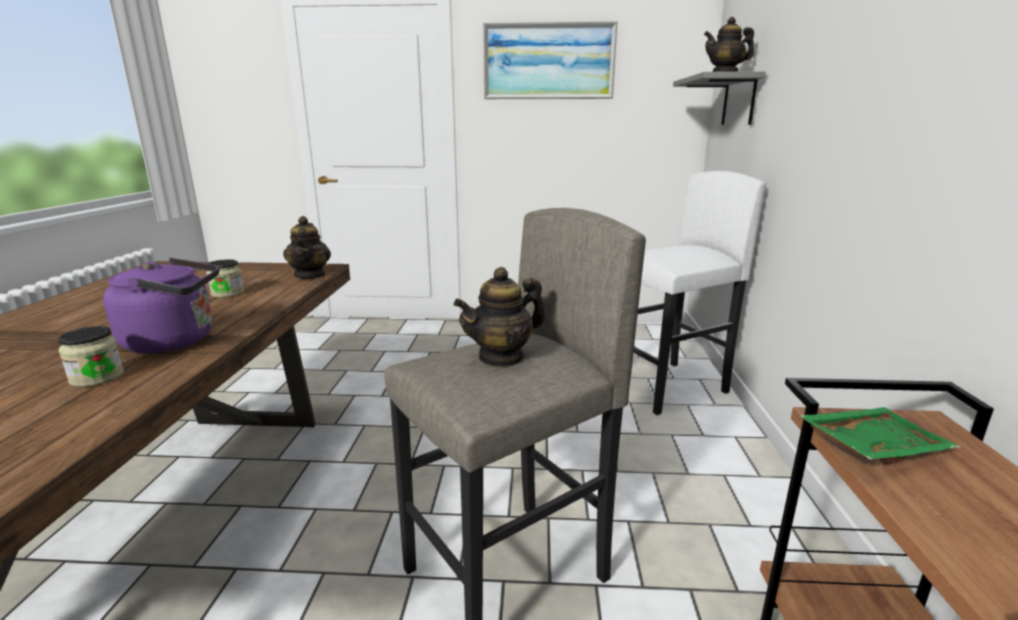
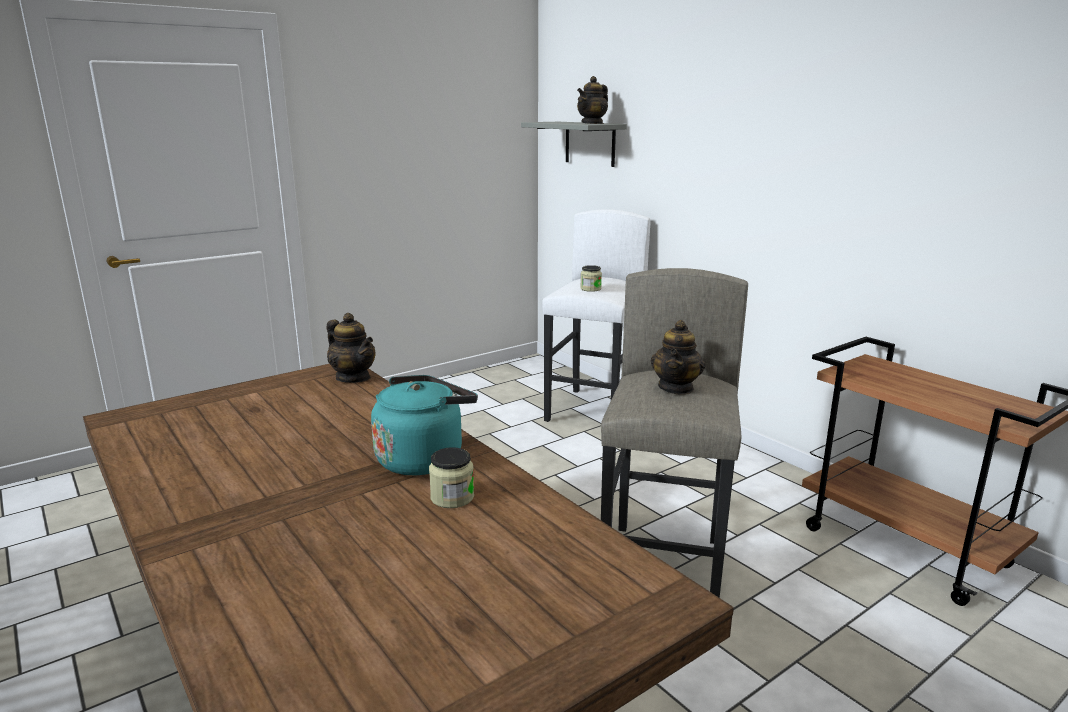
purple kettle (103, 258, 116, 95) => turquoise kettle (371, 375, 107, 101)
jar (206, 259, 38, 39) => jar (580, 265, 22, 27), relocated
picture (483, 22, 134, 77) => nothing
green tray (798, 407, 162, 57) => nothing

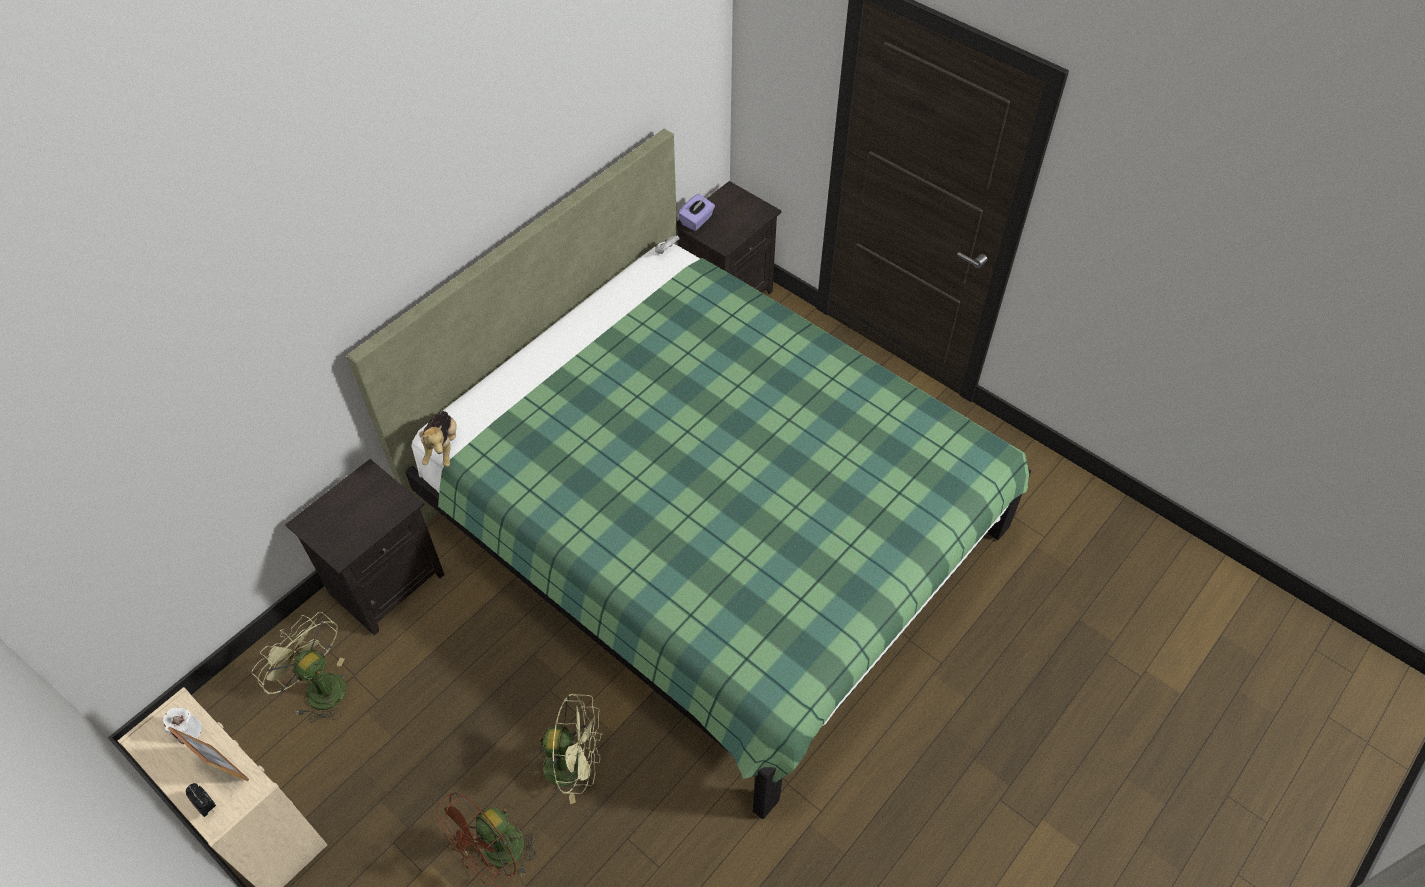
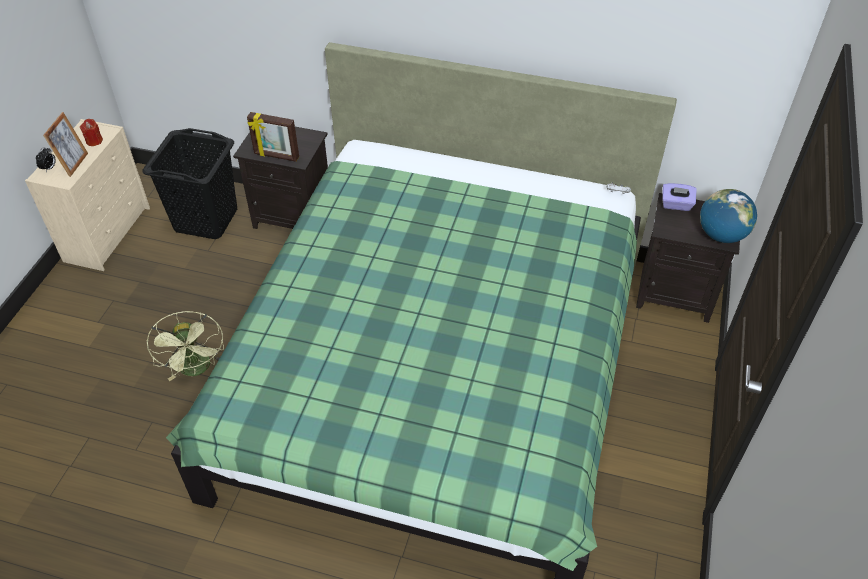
white candle (163, 708, 39, 36) => red candle (80, 119, 23, 27)
green fan (252, 612, 94, 111) => black laundry basket (142, 128, 95, 111)
plush toy (419, 411, 38, 56) => nothing
brown fan (436, 792, 102, 95) => nothing
nothing => picture frame (247, 112, 52, 50)
nothing => globe (700, 189, 57, 54)

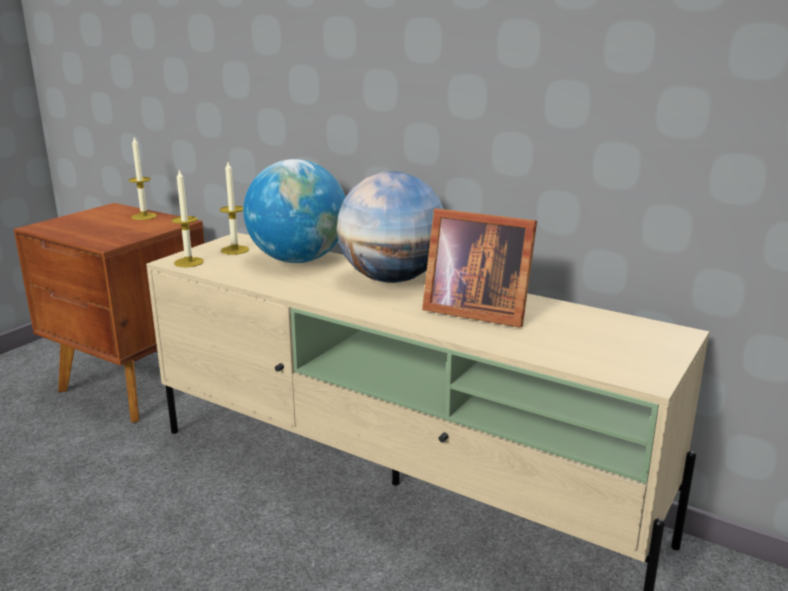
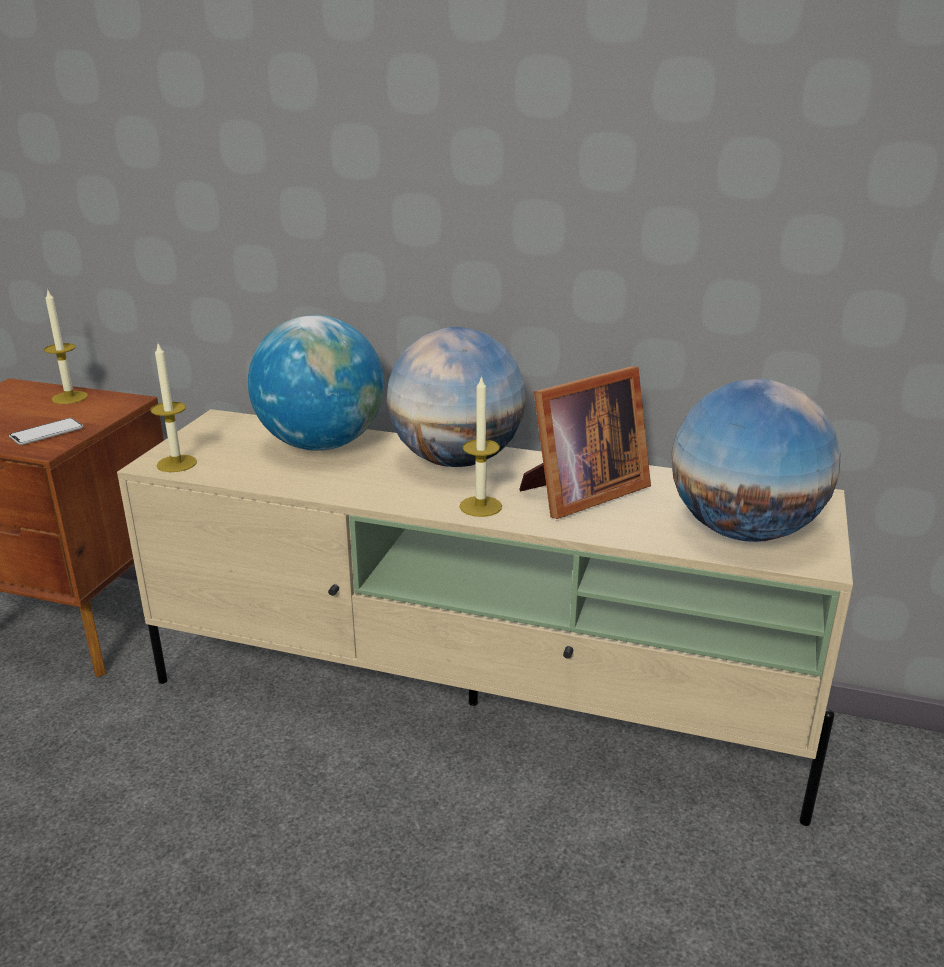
candle (219, 162, 30, 93) => candle (460, 375, 42, 142), relocated
picture frame (422, 208, 115, 120) => picture frame (519, 366, 132, 153), 45 degrees counterclockwise
nothing => phone (9, 418, 74, 27)
nothing => globe (672, 379, 169, 163)

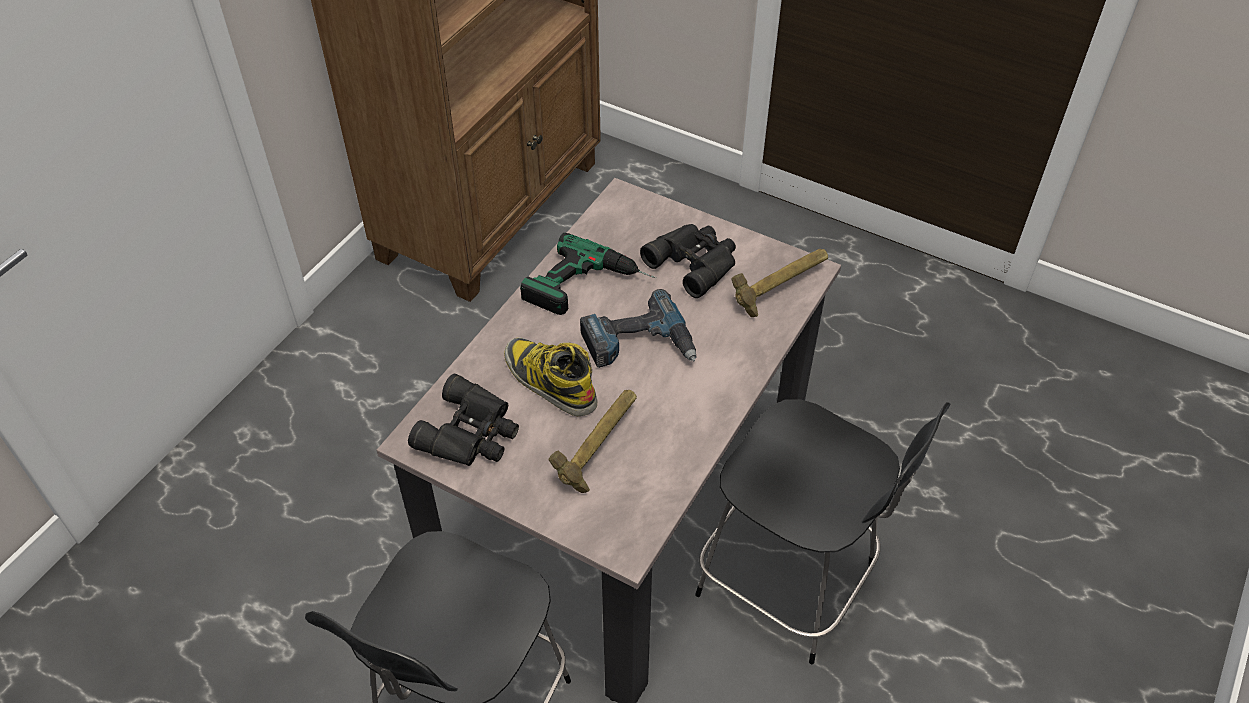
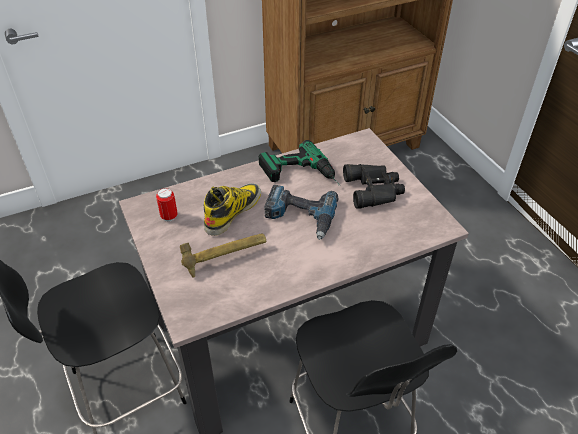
black binoculars (408, 374, 111, 92) => can (156, 188, 22, 33)
boot (504, 337, 94, 79) => boot (204, 183, 57, 53), 45 degrees clockwise
hammer (731, 249, 97, 68) => nothing

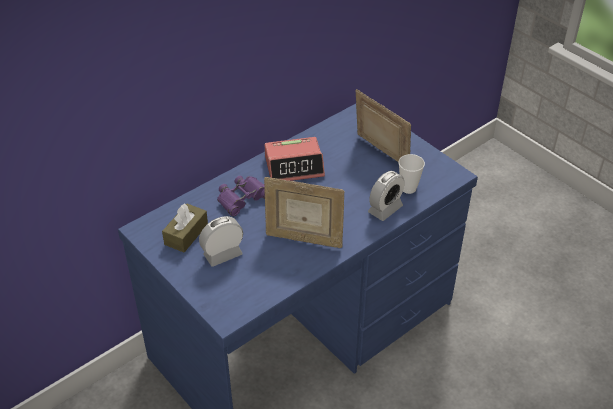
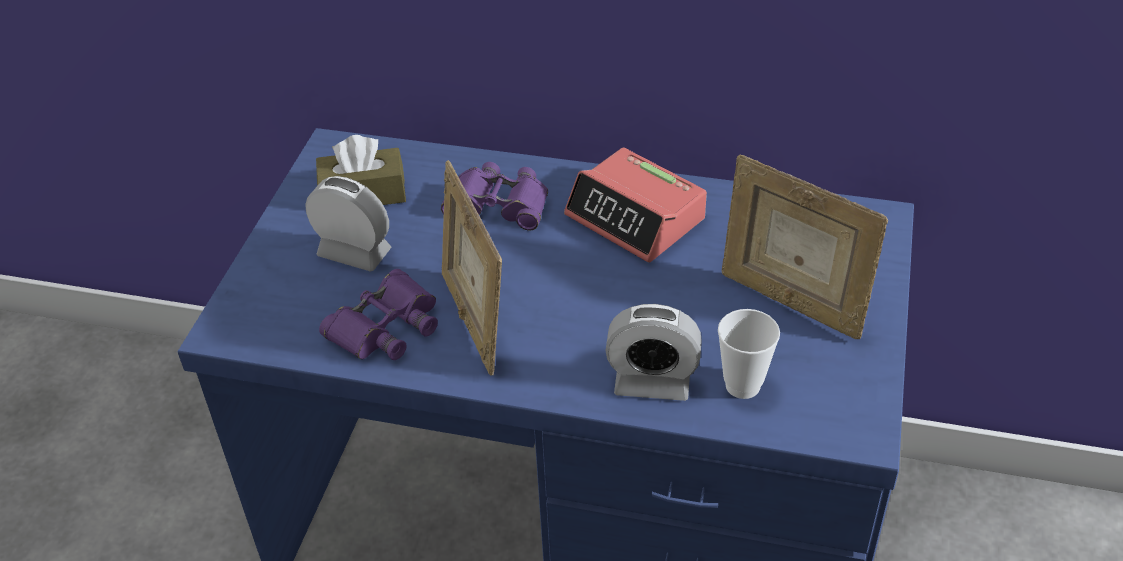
picture frame (355, 89, 56, 73) => picture frame (722, 154, 166, 185), 120 degrees clockwise
nothing => purple binoculars (319, 269, 119, 91)

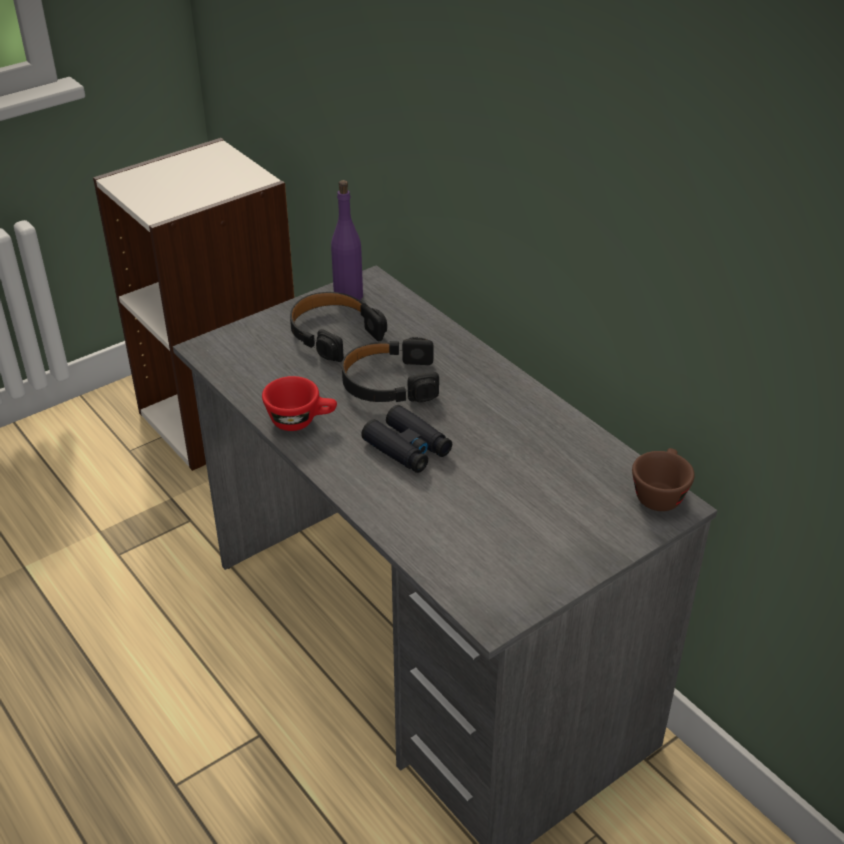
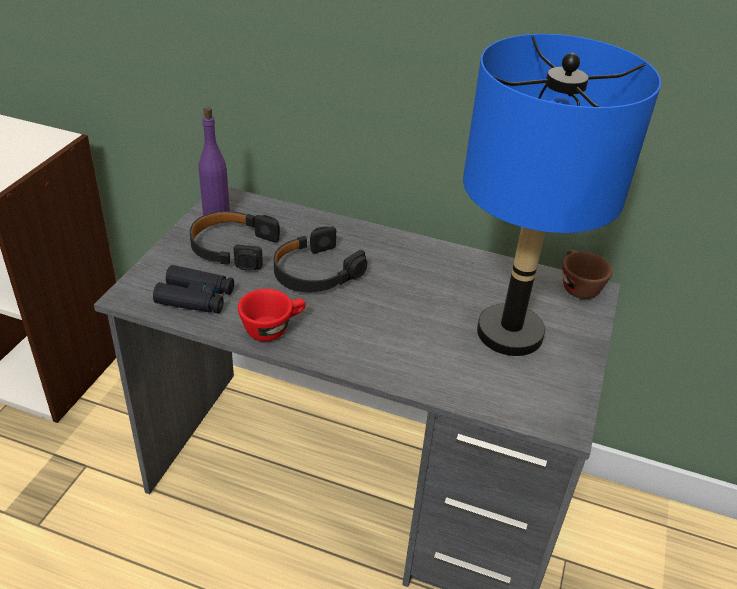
black binoculars (361, 405, 91, 68) => black binoculars (153, 265, 81, 48), relocated
nothing => blue table lamp (463, 34, 198, 322)

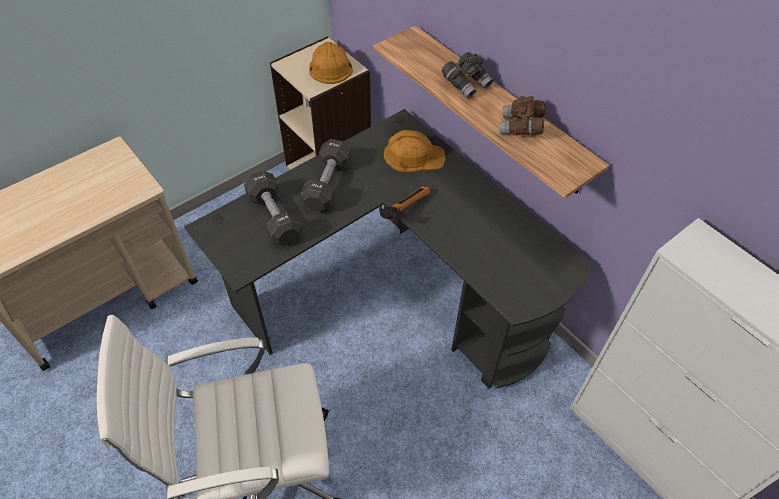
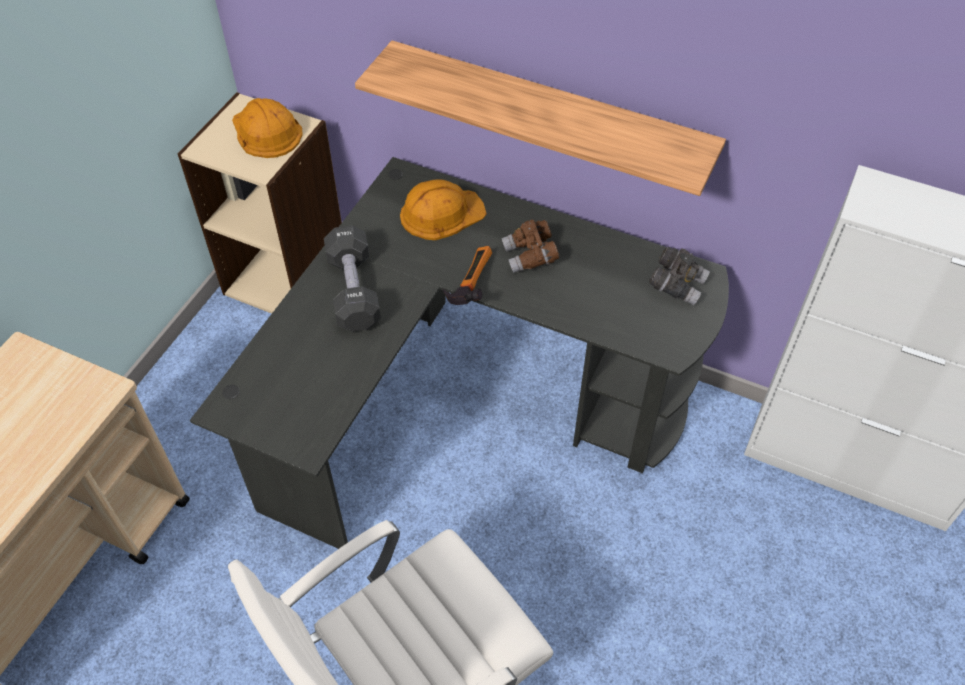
black dumbbell (244, 171, 59, 75) => nothing
grey binoculars (441, 52, 52, 46) => grey binoculars (649, 247, 61, 58), relocated
brown binoculars (499, 96, 47, 40) => brown binoculars (501, 220, 58, 53), relocated

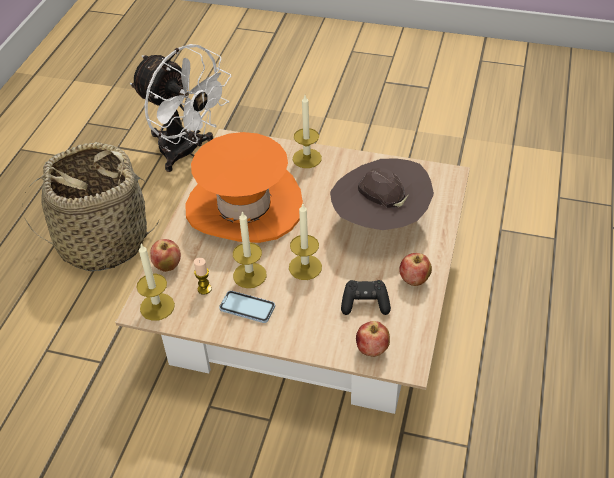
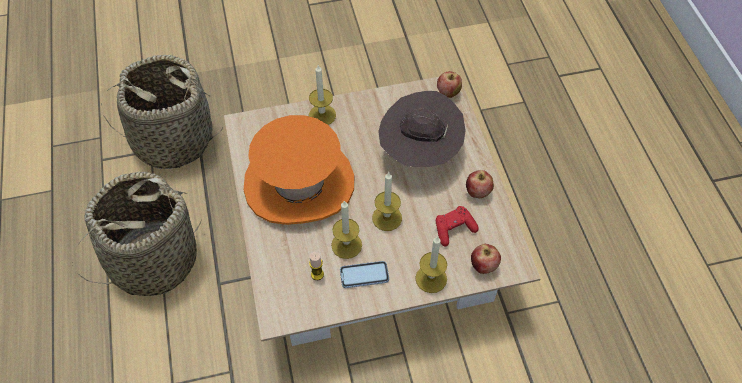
white fan (130, 44, 101, 128) => basket (103, 55, 120, 114)
candle (136, 244, 39, 77) => candle (415, 236, 32, 57), relocated
apple (150, 239, 31, 33) => apple (437, 71, 25, 27), relocated
black game controller (341, 280, 50, 35) => red game controller (436, 206, 43, 41)

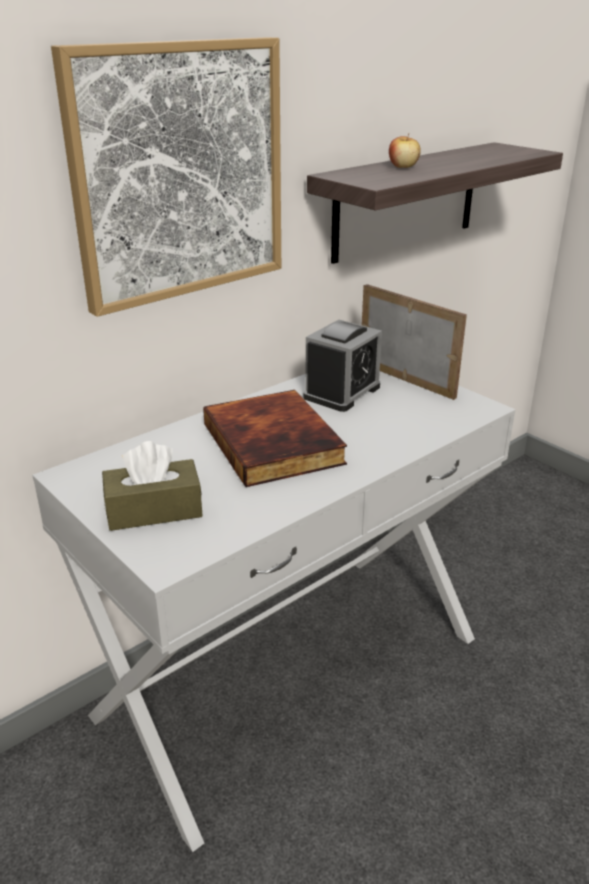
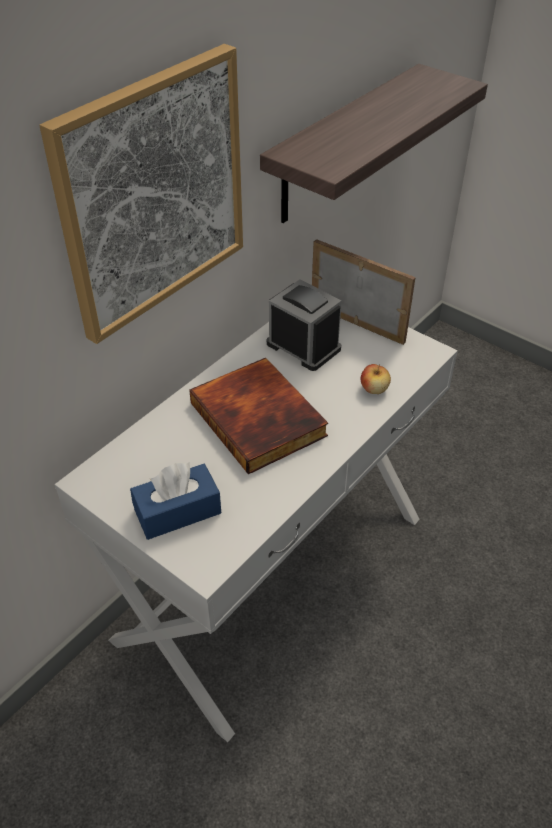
brown tissue box (102, 441, 101, 90) => blue tissue box (130, 462, 91, 78)
alarm clock (304, 320, 78, 92) => alarm clock (267, 280, 75, 91), 75 degrees counterclockwise
apple (389, 133, 32, 35) => apple (361, 364, 30, 30), relocated

